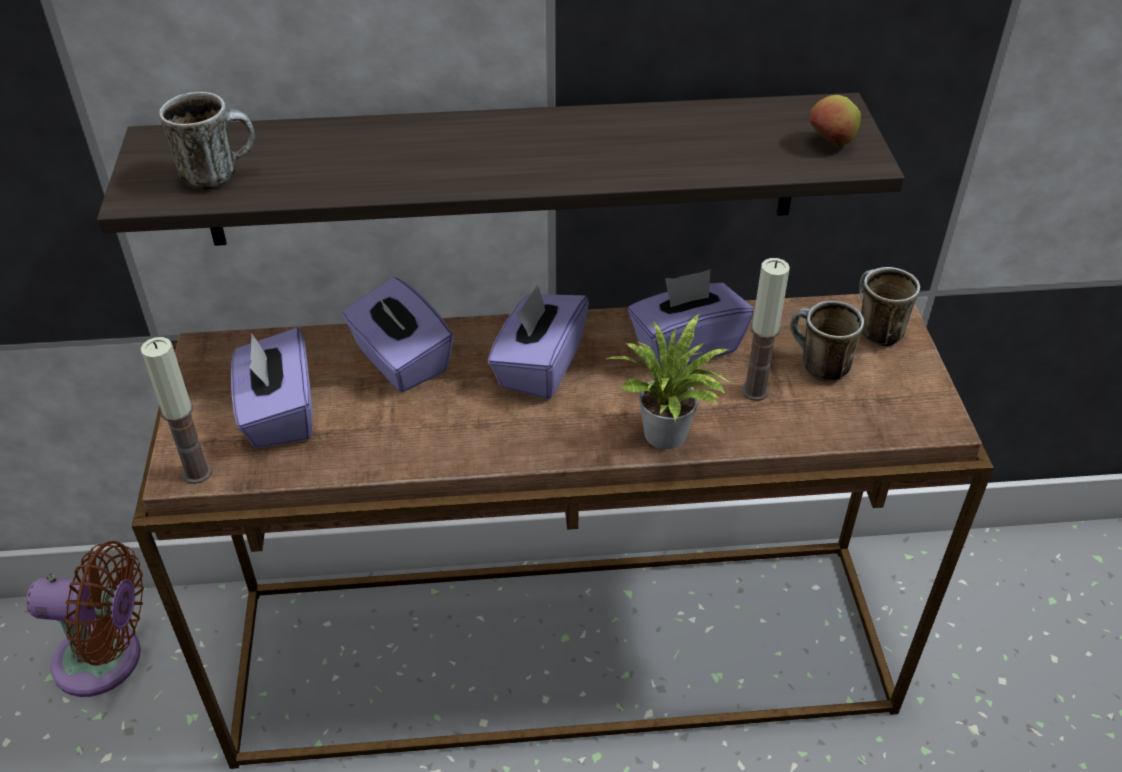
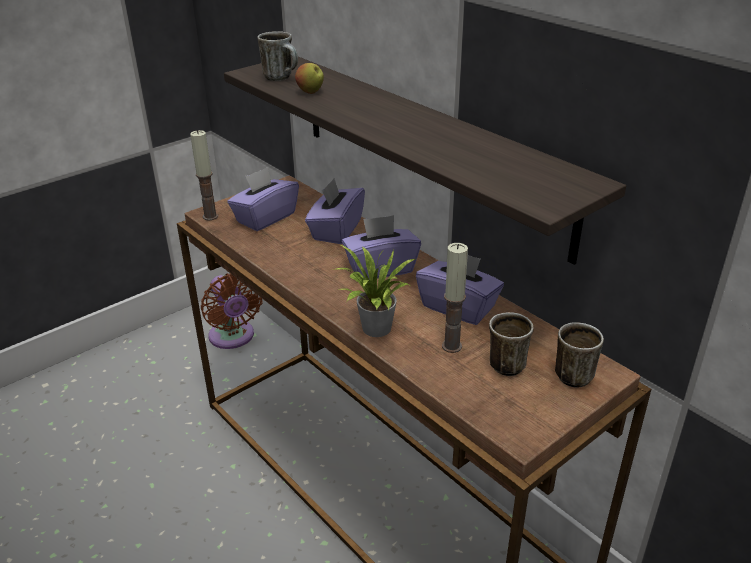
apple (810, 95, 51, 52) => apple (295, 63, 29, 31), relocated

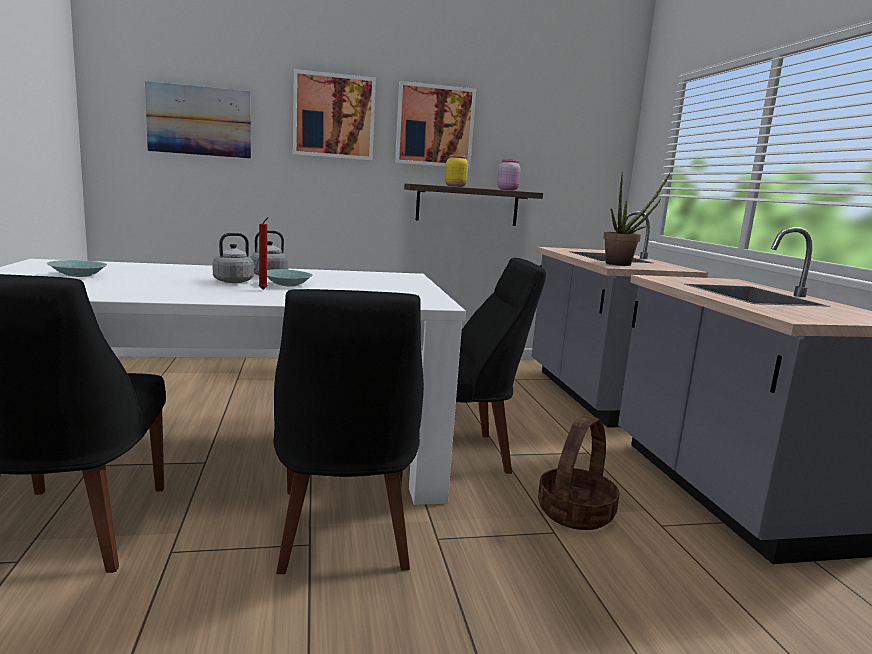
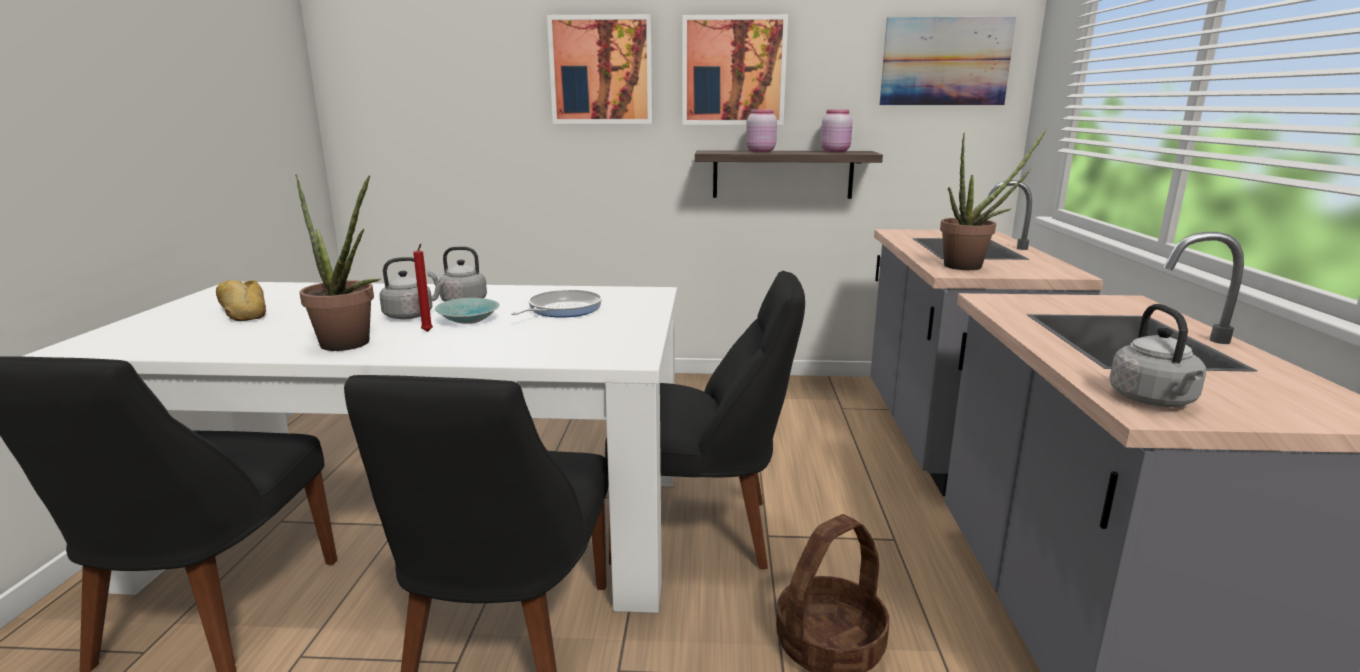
turquoise bowl (47, 260, 60, 17) => bread (216, 280, 50, 41)
picture (145, 81, 106, 78) => picture (880, 17, 136, 88), relocated
yellow jar (445, 155, 23, 32) => pink jar (746, 109, 31, 43)
nothing => potted plant (295, 174, 86, 177)
nothing => frying pan (511, 290, 91, 28)
nothing => grey kettle (1109, 304, 97, 103)

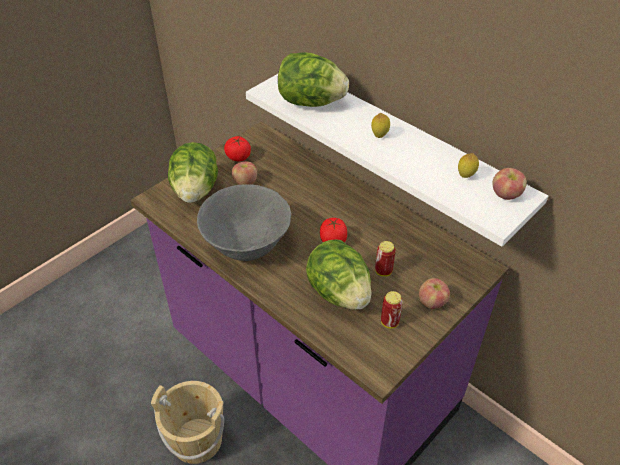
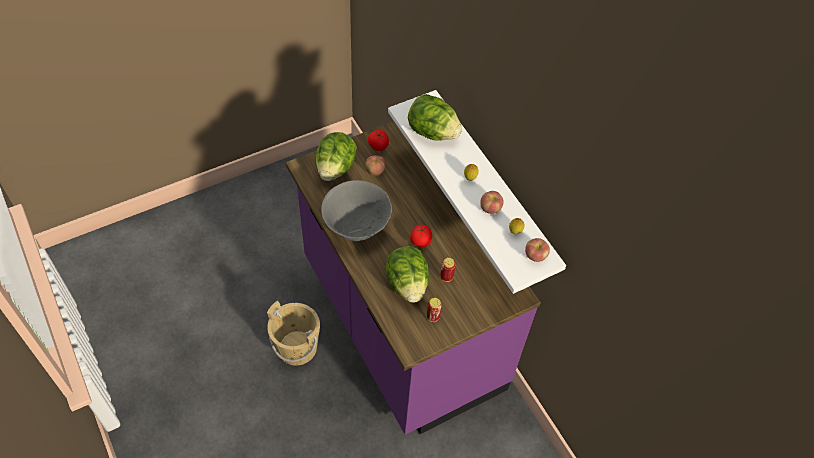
apple (419, 278, 31, 31) => apple (480, 191, 24, 23), relocated

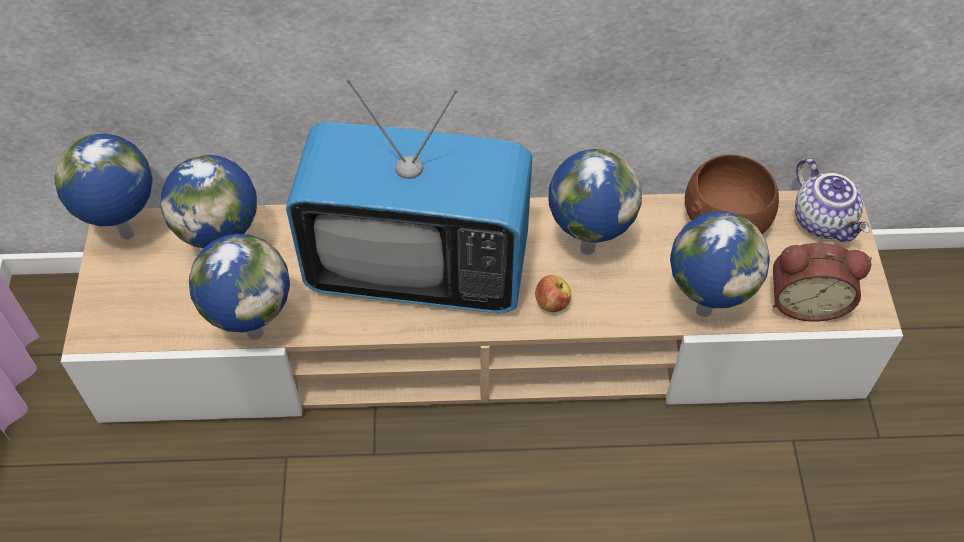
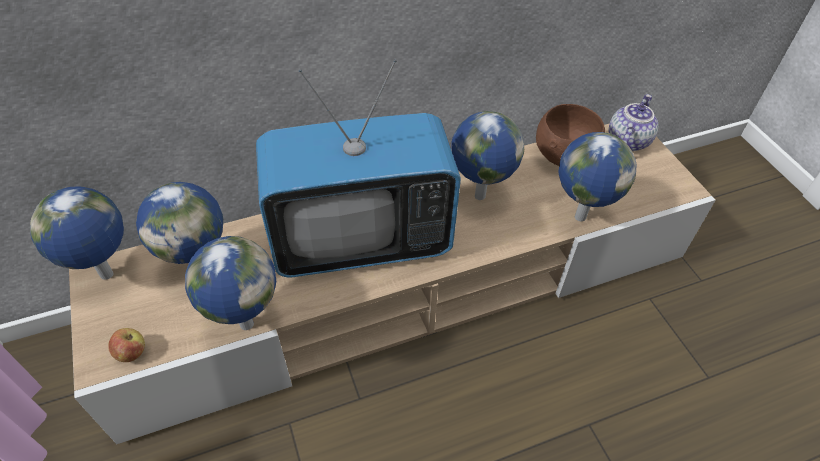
apple (535, 275, 36, 37) => apple (108, 328, 37, 34), relocated
alarm clock (773, 243, 99, 79) => nothing
teapot (795, 158, 75, 84) => teapot (609, 94, 50, 57), 105 degrees counterclockwise

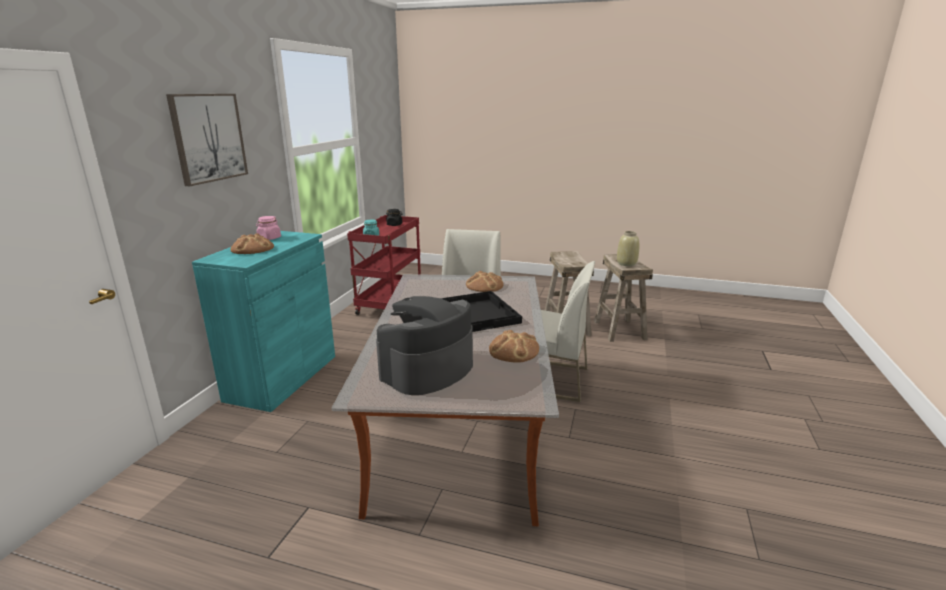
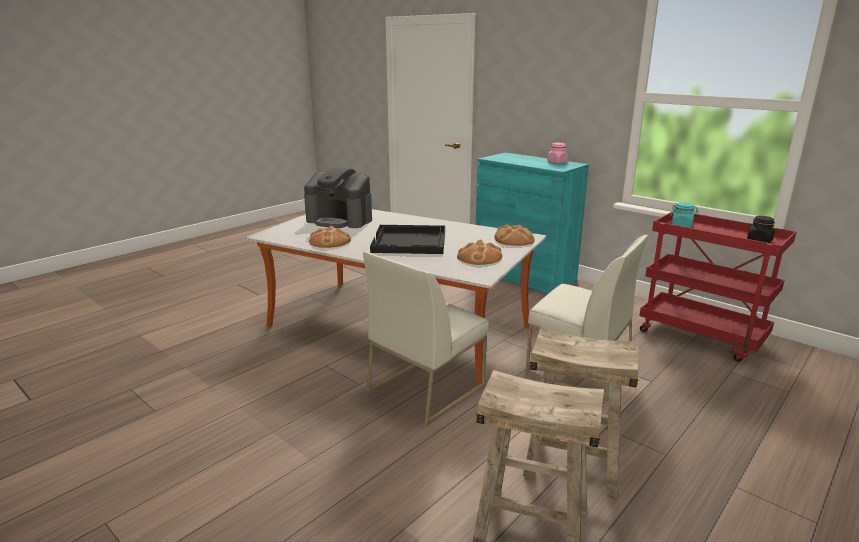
picture (166, 94, 82, 92) => nothing
bread (230, 233, 44, 21) => bread (494, 224, 41, 22), relocated
coffee machine (376, 296, 97, 99) => coffee machine (304, 167, 68, 61), 135 degrees clockwise
beige vase (617, 231, 22, 35) => nothing

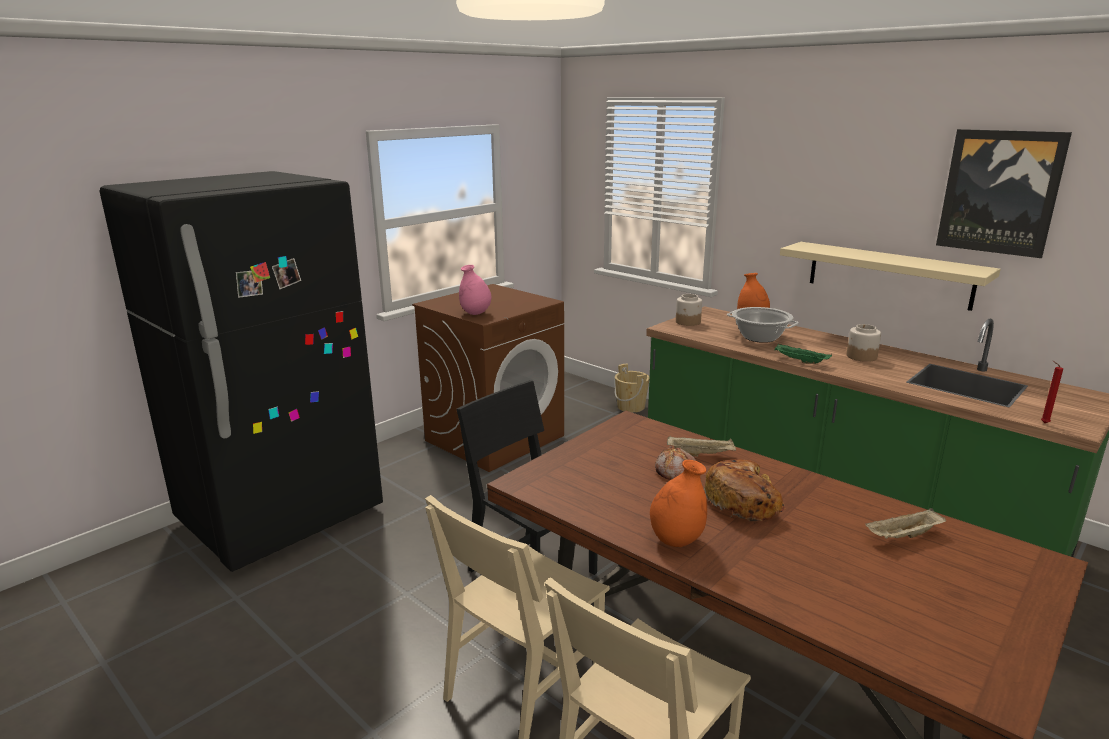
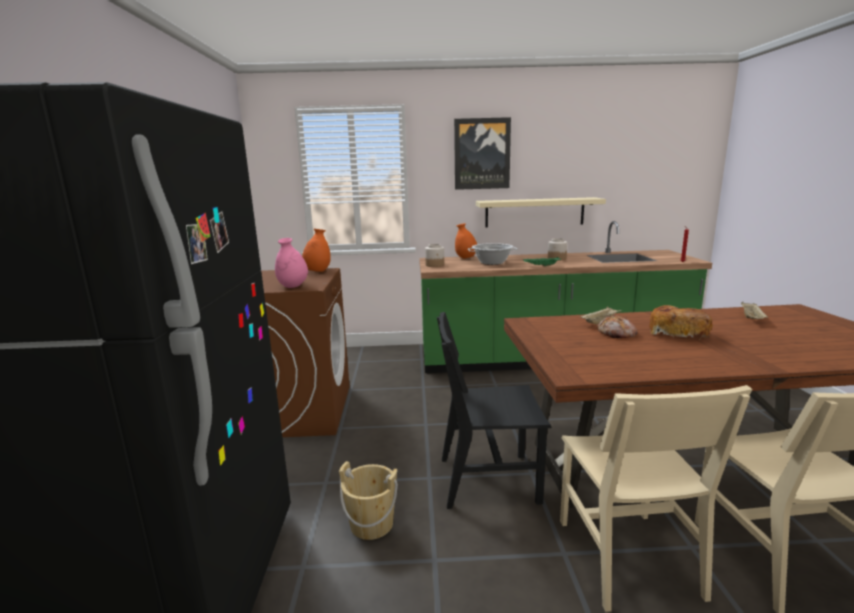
beige bucket (615, 363, 35, 50) => beige bucket (339, 461, 59, 79), relocated
orange vase (650, 460, 57, 87) => orange vase (302, 229, 29, 43), relocated
picture (936, 129, 136, 129) => picture (454, 117, 57, 73), relocated

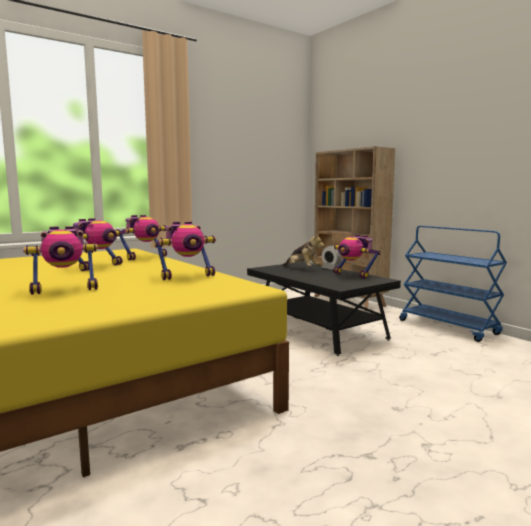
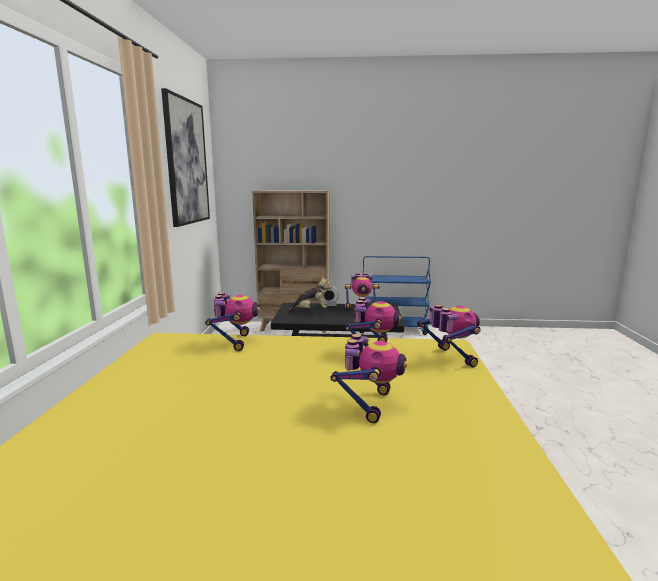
toy robot (73, 218, 49, 53) => toy robot (417, 304, 64, 63), relocated
nothing => picture (161, 88, 49, 139)

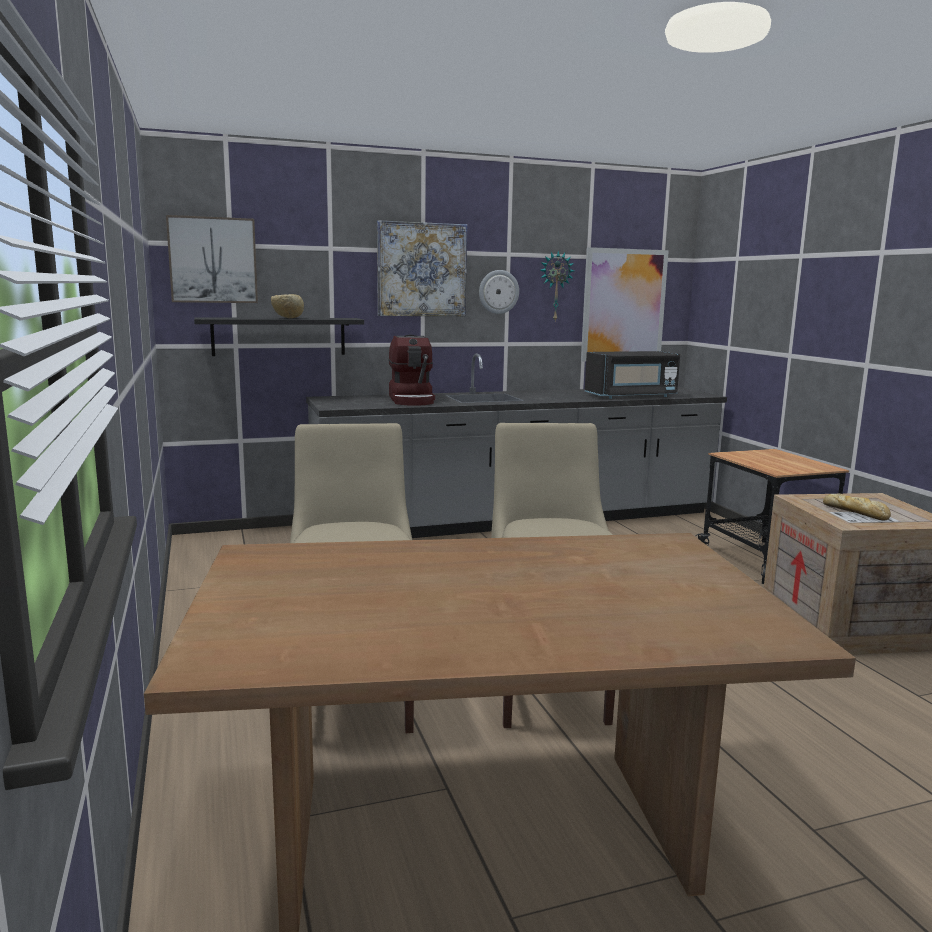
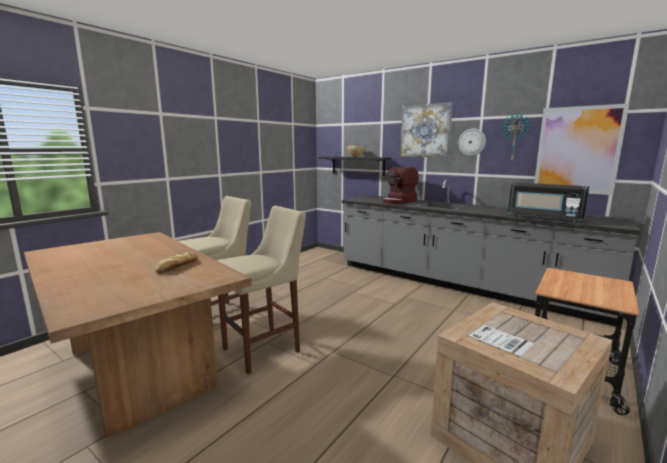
picture (166, 215, 92, 88) => nothing
bread (823, 493, 68, 27) => bread (155, 252, 43, 21), relocated

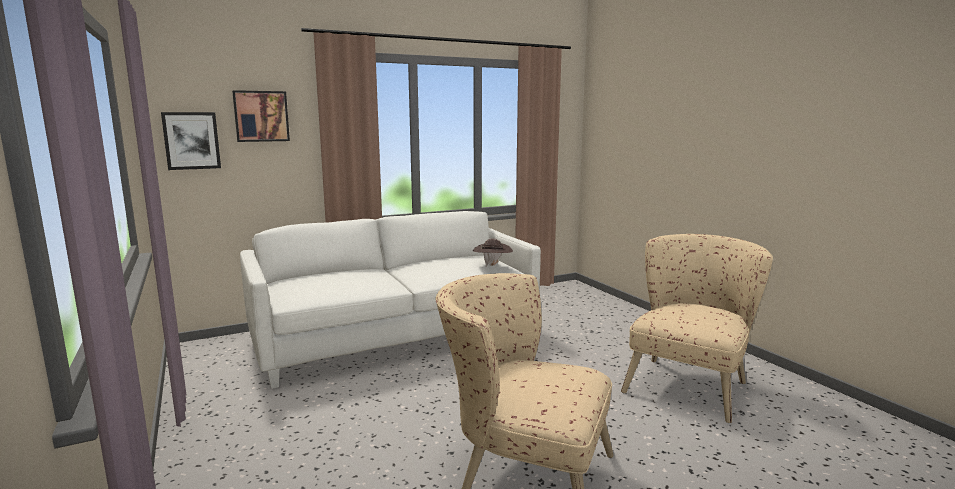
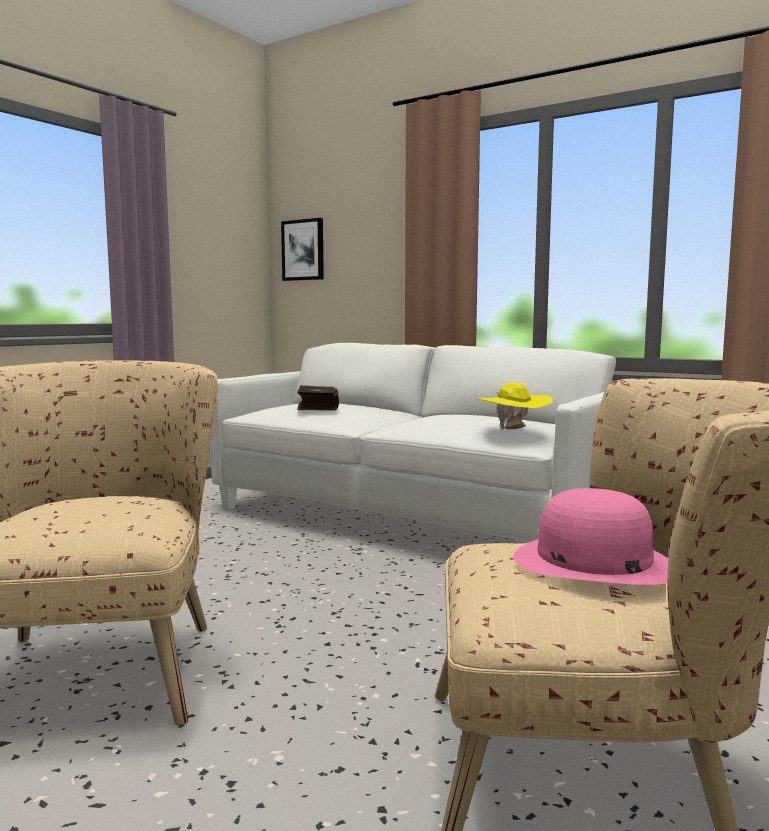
picture (232, 90, 58, 52) => nothing
brown hat (473, 238, 40, 28) => yellow hat (475, 383, 78, 47)
nothing => book (297, 385, 42, 25)
nothing => pink hat (513, 488, 156, 97)

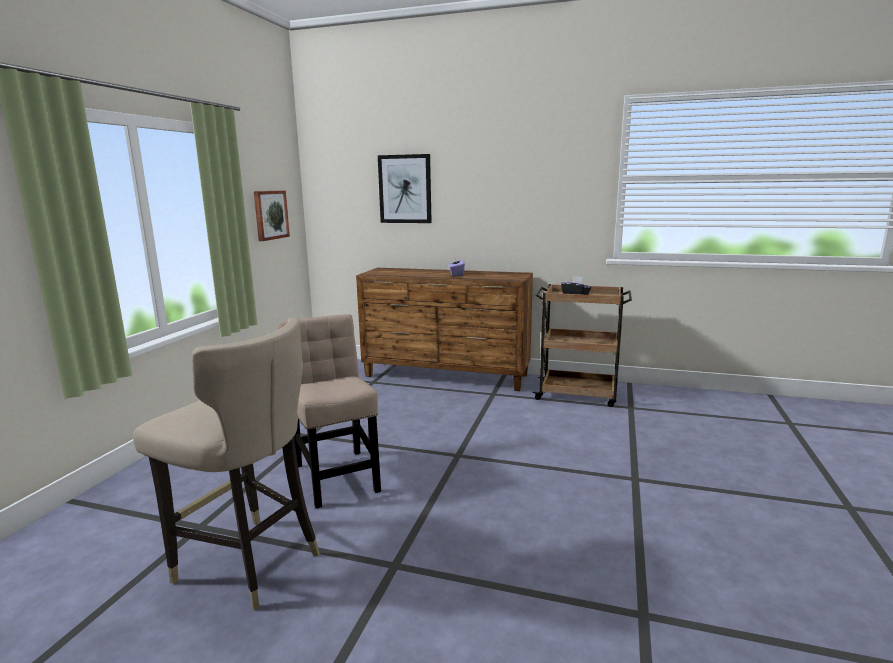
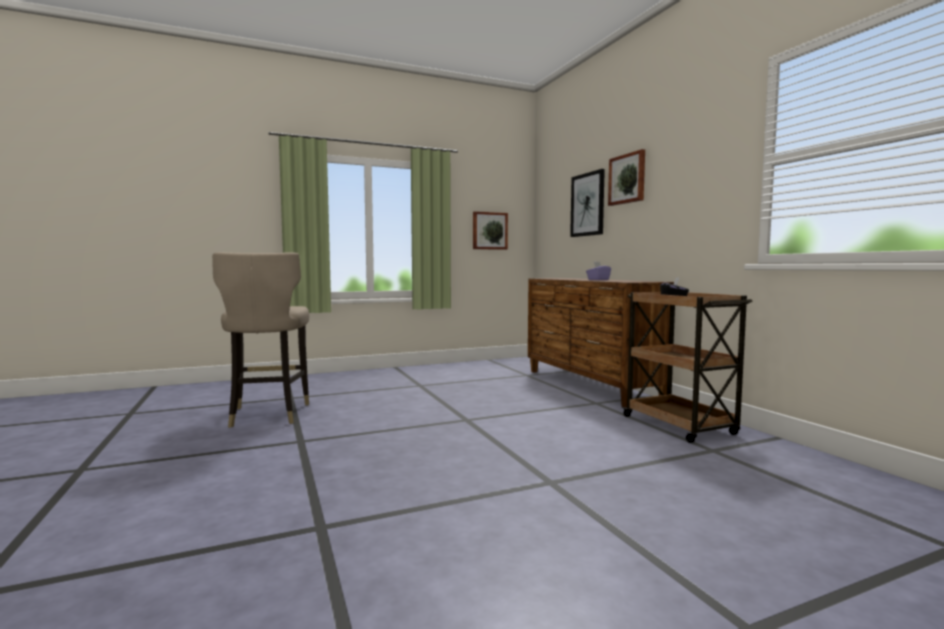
beige chair (278, 314, 103, 194) => nothing
nothing => picture (608, 149, 37, 57)

